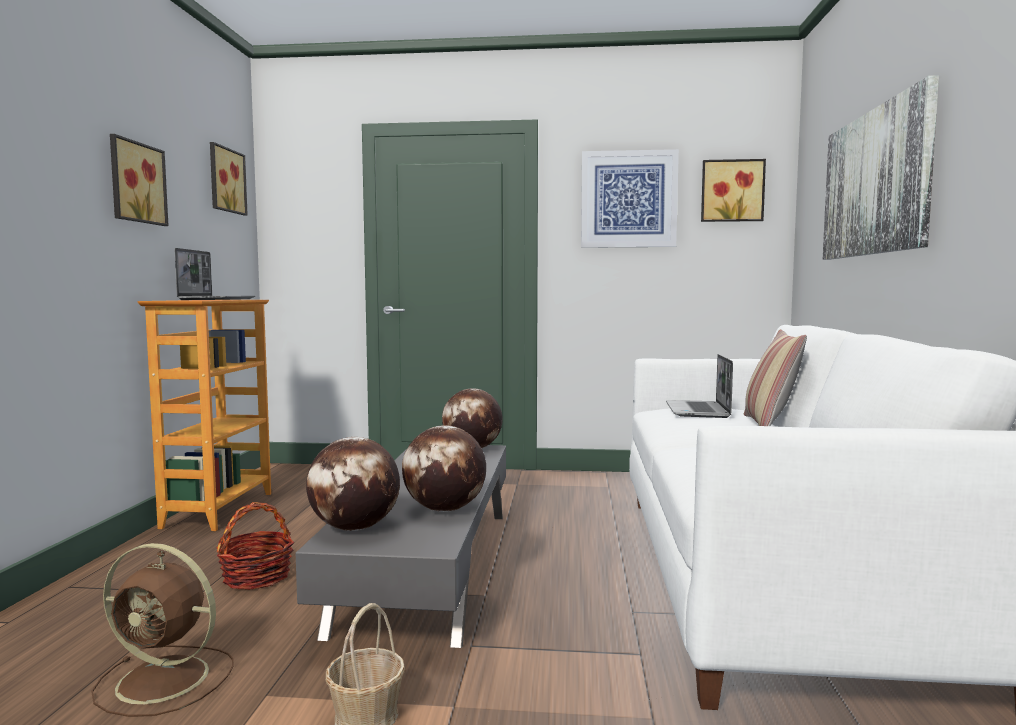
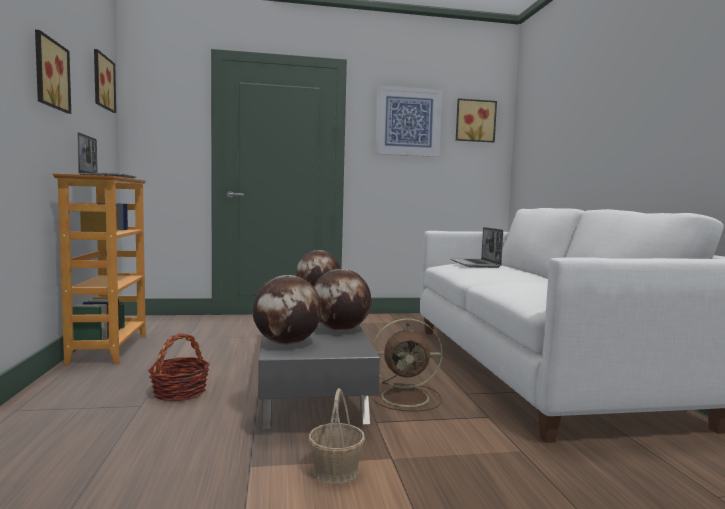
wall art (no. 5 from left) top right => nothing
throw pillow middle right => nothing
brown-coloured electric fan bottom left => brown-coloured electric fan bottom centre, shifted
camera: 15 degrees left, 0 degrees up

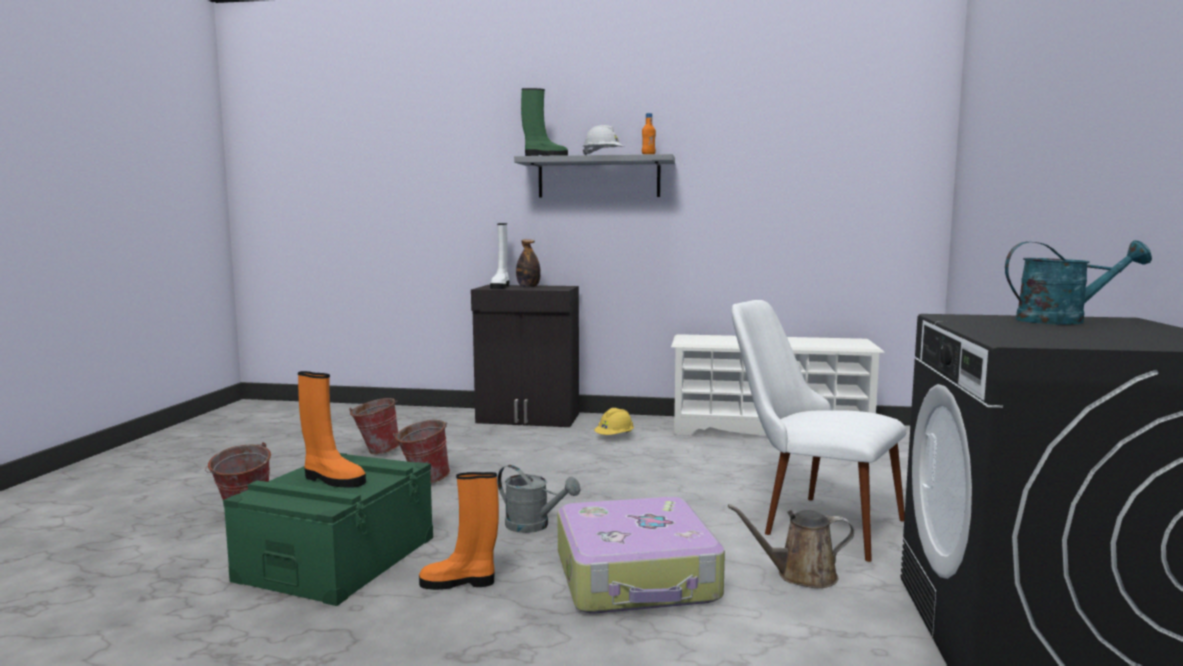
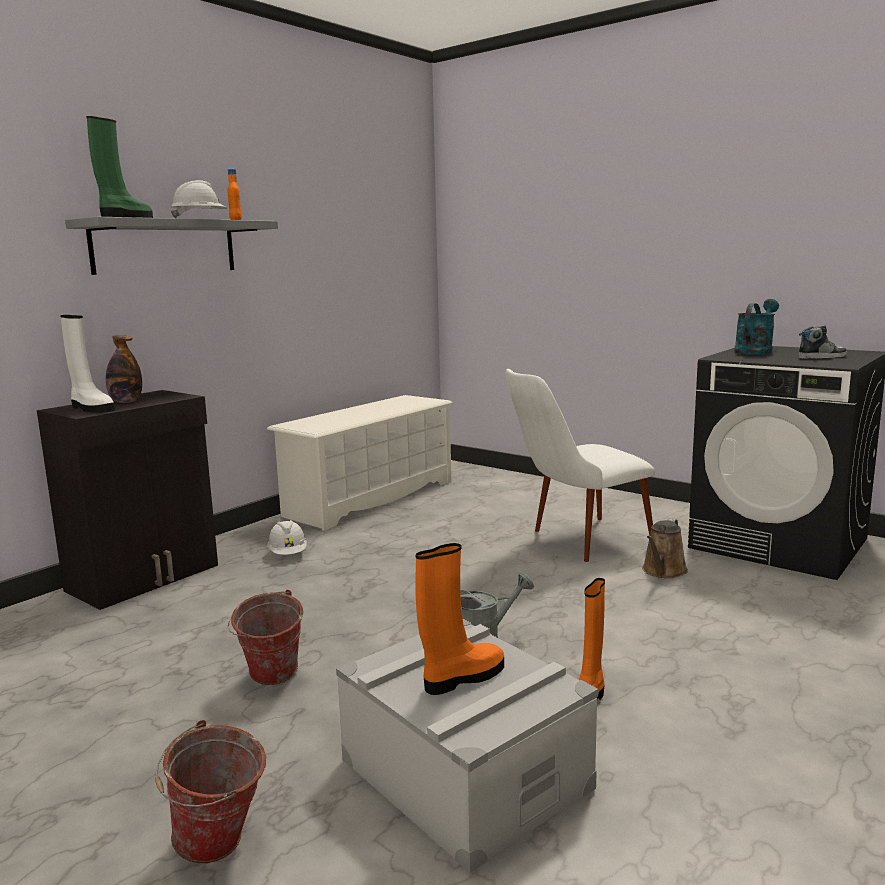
bucket (no. 2 from left) middle left => nothing
yellow safety helmet centre => white-coloured safety helmet (no. 2 from left) middle left
green-coloured storage bin bottom left => gray storage bin bottom centre
suitcase bottom centre => nothing
nothing => low shoe middle right
camera: 60 degrees left, 5 degrees up

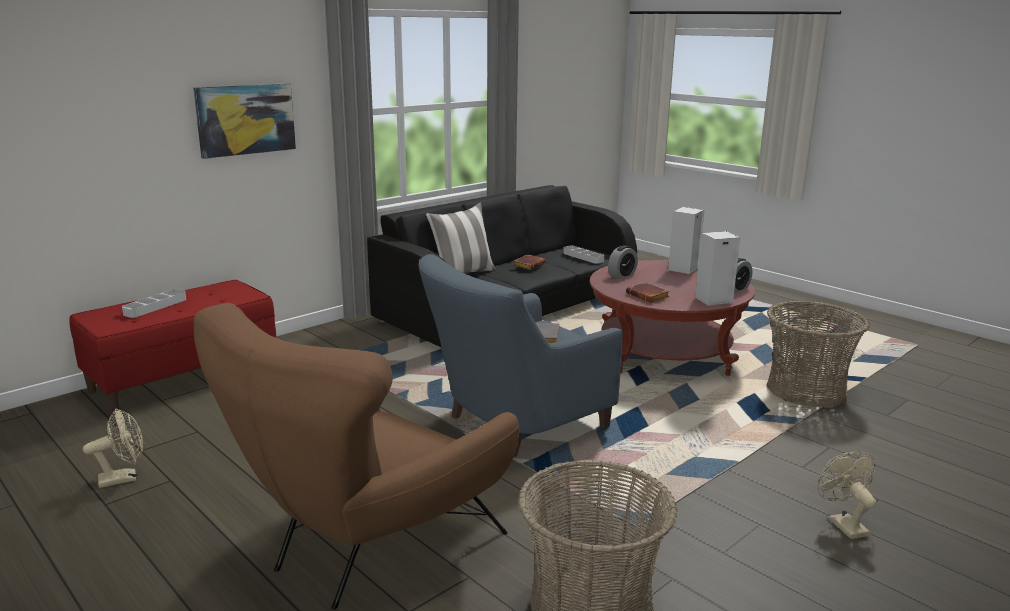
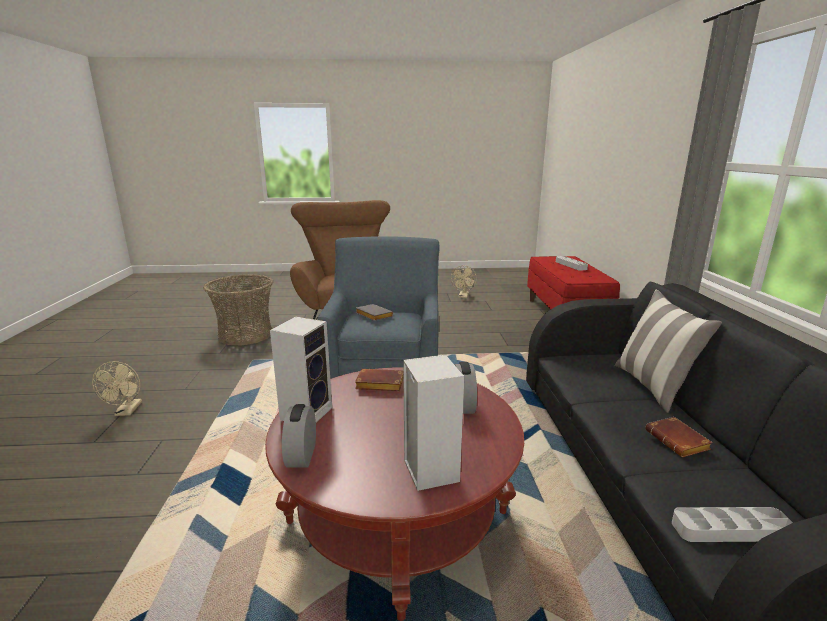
wall art top left => nothing
basket (no. 2 from left) middle right => nothing
sand-coloured electric fan (no. 2 from left in the first image) bottom right => sand-coloured electric fan (no. 1 from left) middle left, 60 degrees clockwise
camera: 130 degrees right, 0 degrees up

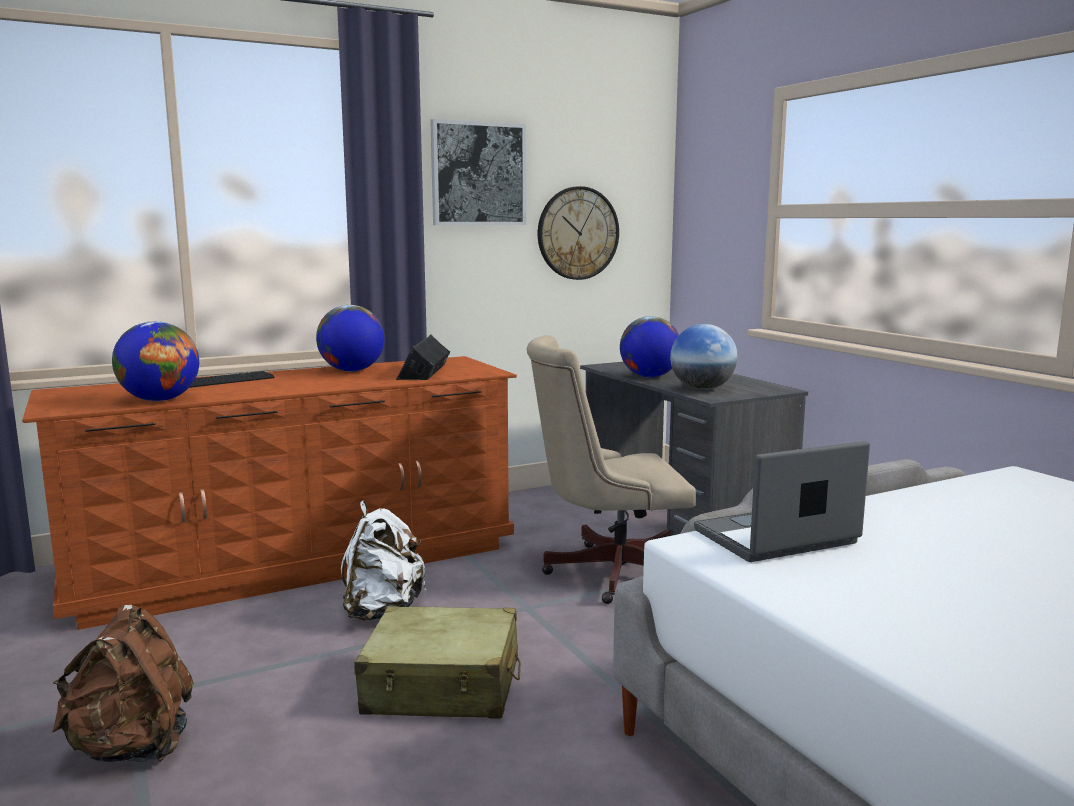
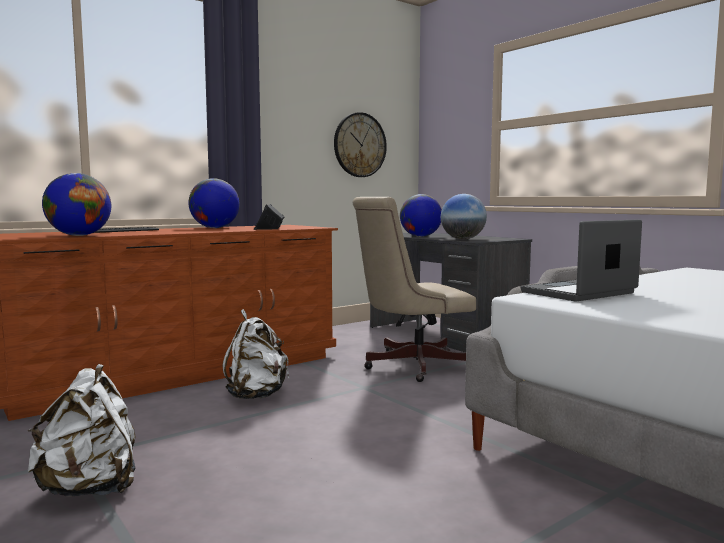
wall art top centre => nothing
brown-coloured backpack bottom left => white-coloured backpack (no. 1 from left) bottom left
sand-coloured suitcase bottom centre => nothing
camera: 10 degrees left, 5 degrees down

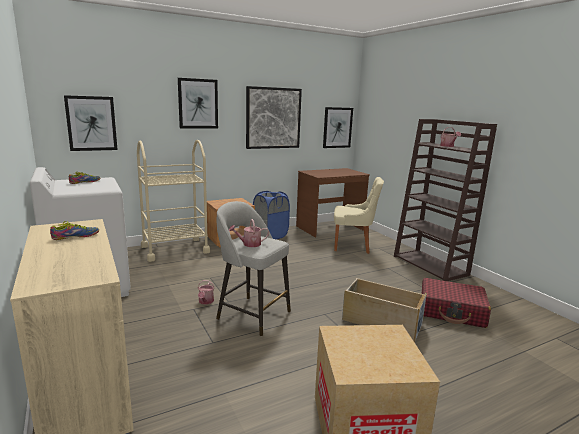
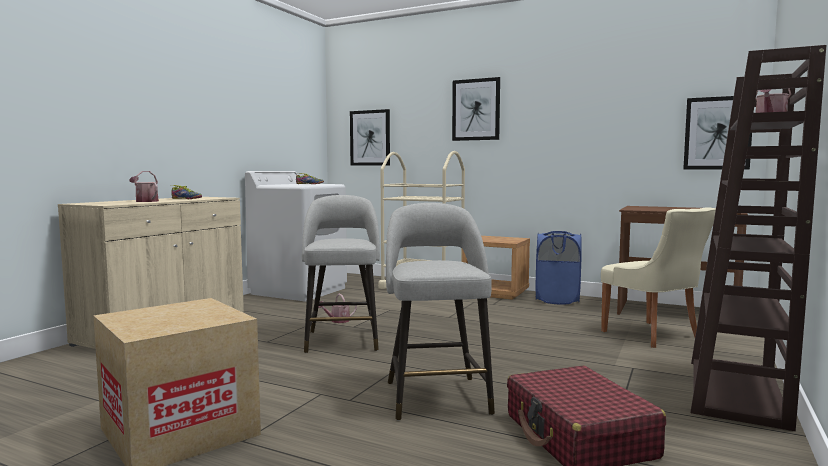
wall art (no. 3 from left) top centre => nothing
watering can (no. 2 from left in the first image) centre => watering can (no. 1 from left) middle left, shifted
sand-coloured storage bin bottom centre => gray sitting stool (no. 2 from left) bottom centre
camera: 55 degrees right, 10 degrees down

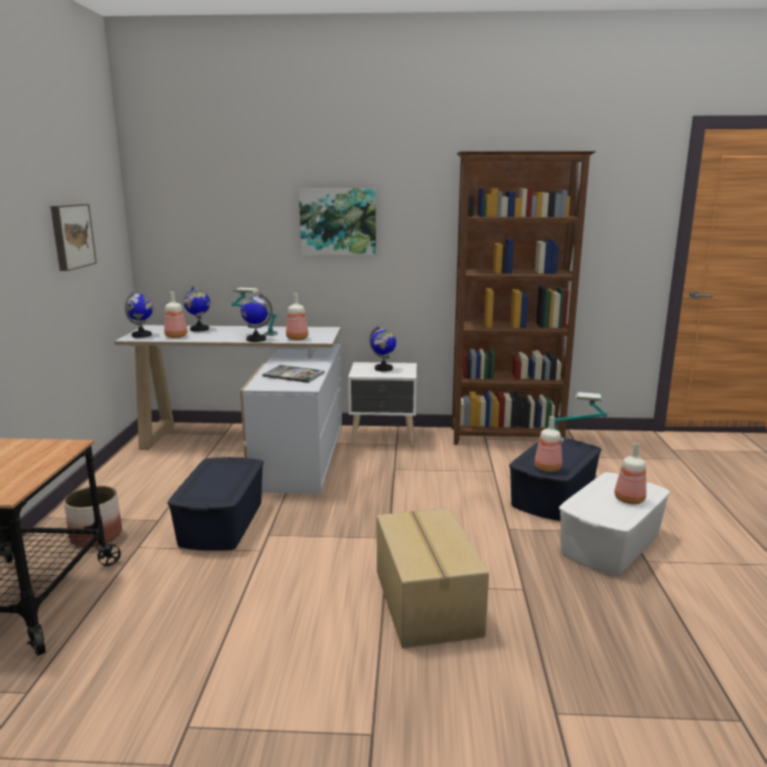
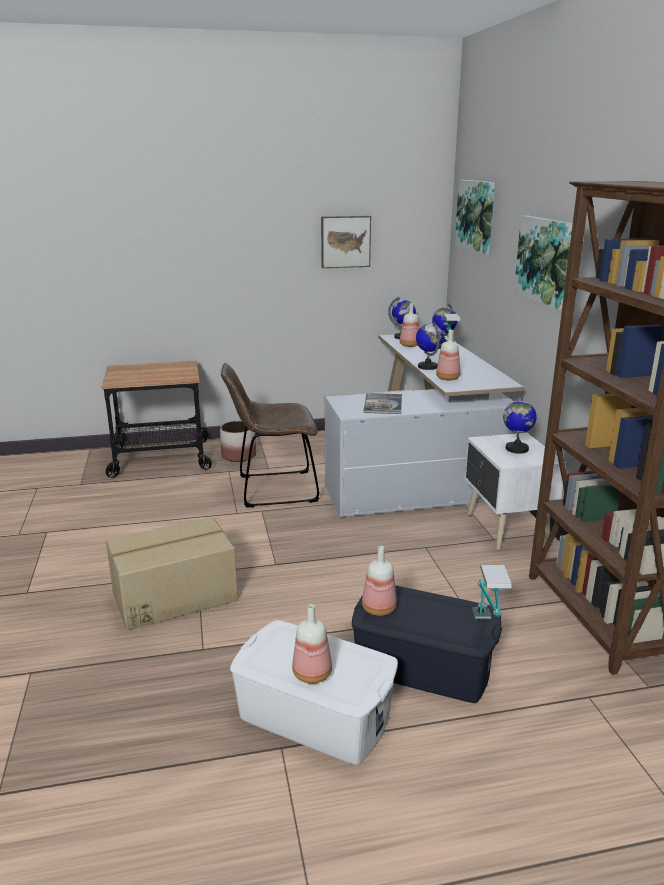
bluish storage bin (no. 1 from left) middle left => brown-coloured plain chair centre
nothing => wall art (no. 2 from left) top right
camera: 75 degrees right, 5 degrees up

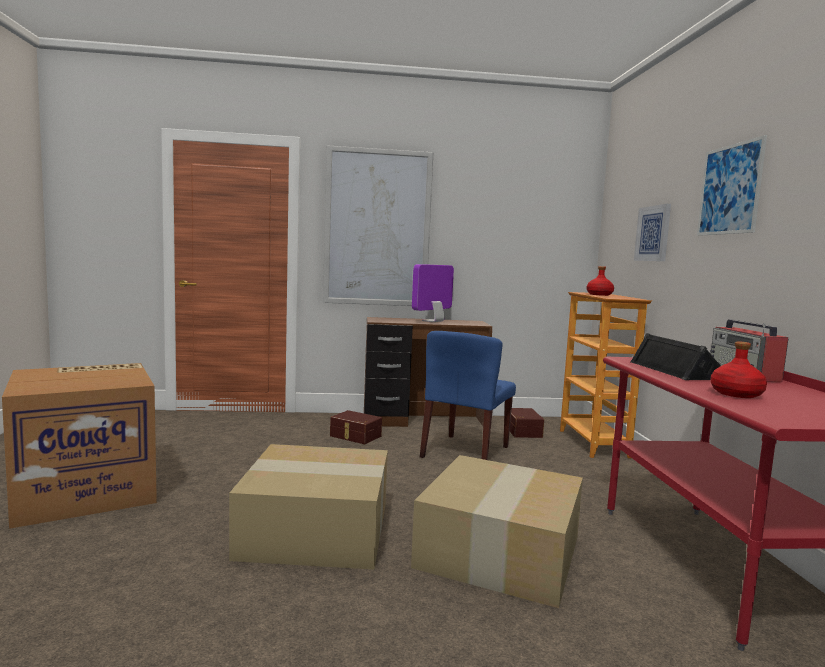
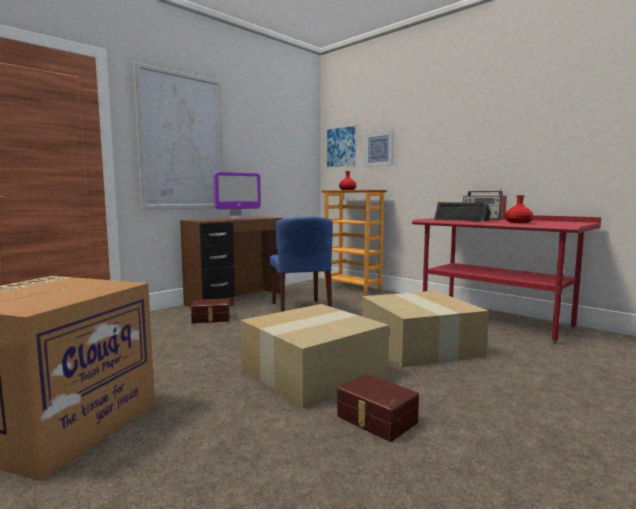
wall art (no. 3 from left in the first image) top right => wall art (no. 2 from left) top centre, shifted
computer screen centre, 120 degrees counterclockwise
brown-coloured storage bin (no. 2 from left) centre => brown-coloured storage bin (no. 2 from left) bottom centre, shifted
camera: 40 degrees left, 0 degrees up

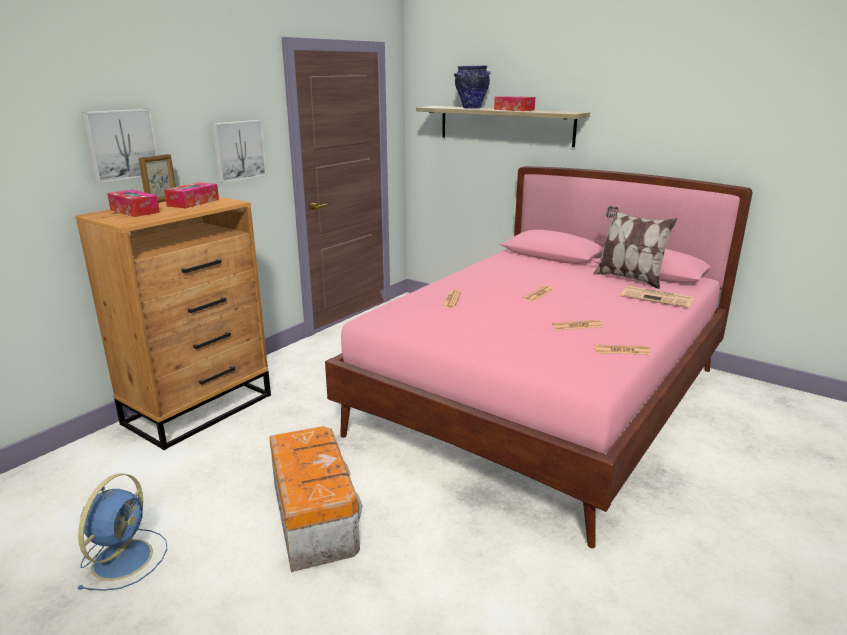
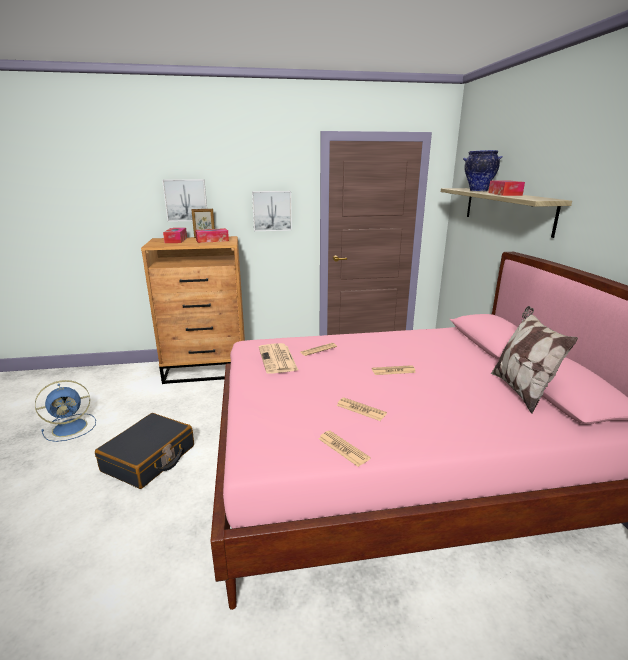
daily paper (no. 5 from left in the first image) middle right => daily paper (no. 1 from left) centre, shifted
storage bin bottom centre => blackish suitcase bottom left
camera: 45 degrees right, 0 degrees up

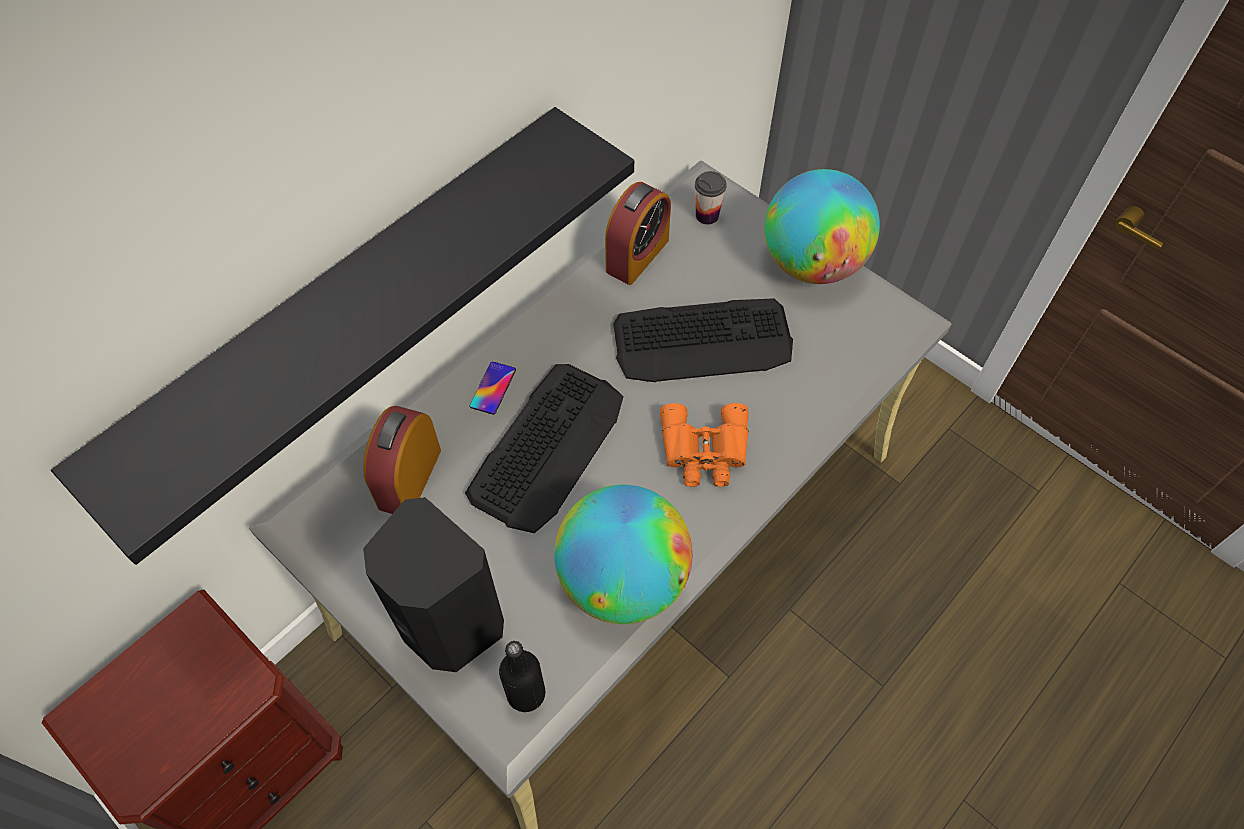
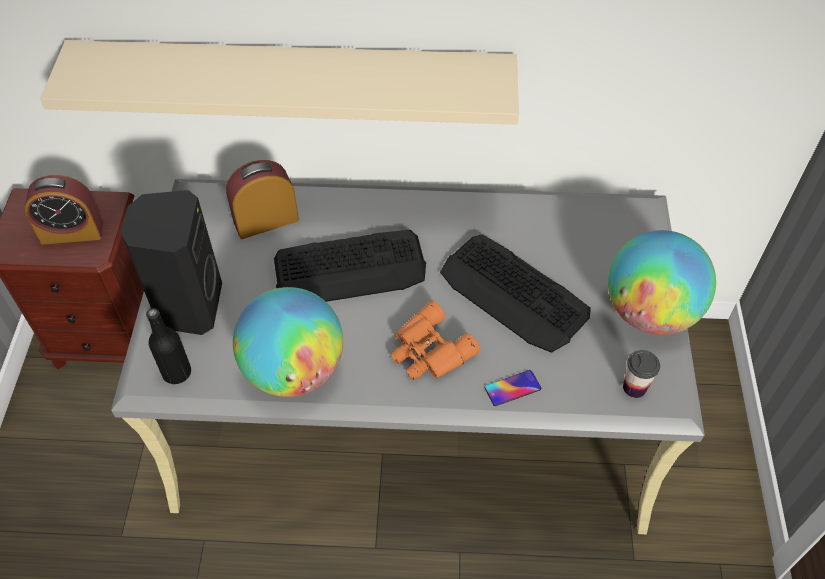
blackish shelf middle left => sand-coloured shelf top centre
drinking cup top centre => drinking cup middle right, shifted
alarm clock (no. 2 from left in the first image) top centre => alarm clock (no. 1 from left) middle left, shifted
handset centre => handset bottom centre, shifted
camera: 50 degrees right, 5 degrees down

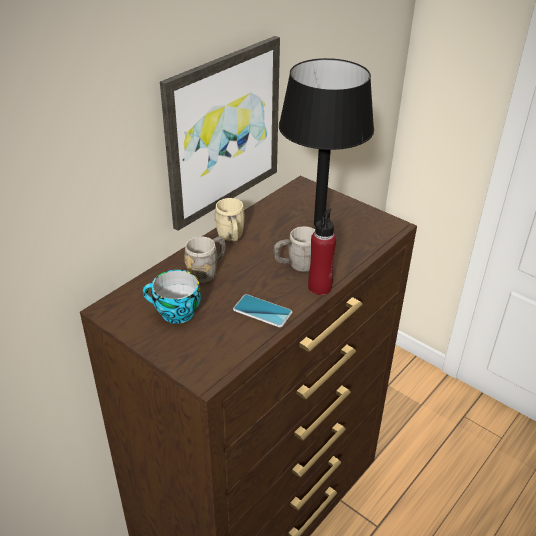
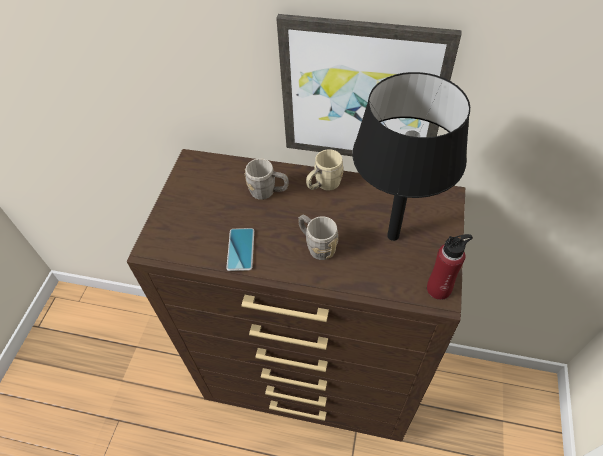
red beverage bottle centre => red beverage bottle middle right, shifted
drinking cup middle left => nothing
camera: 65 degrees right, 15 degrees up

